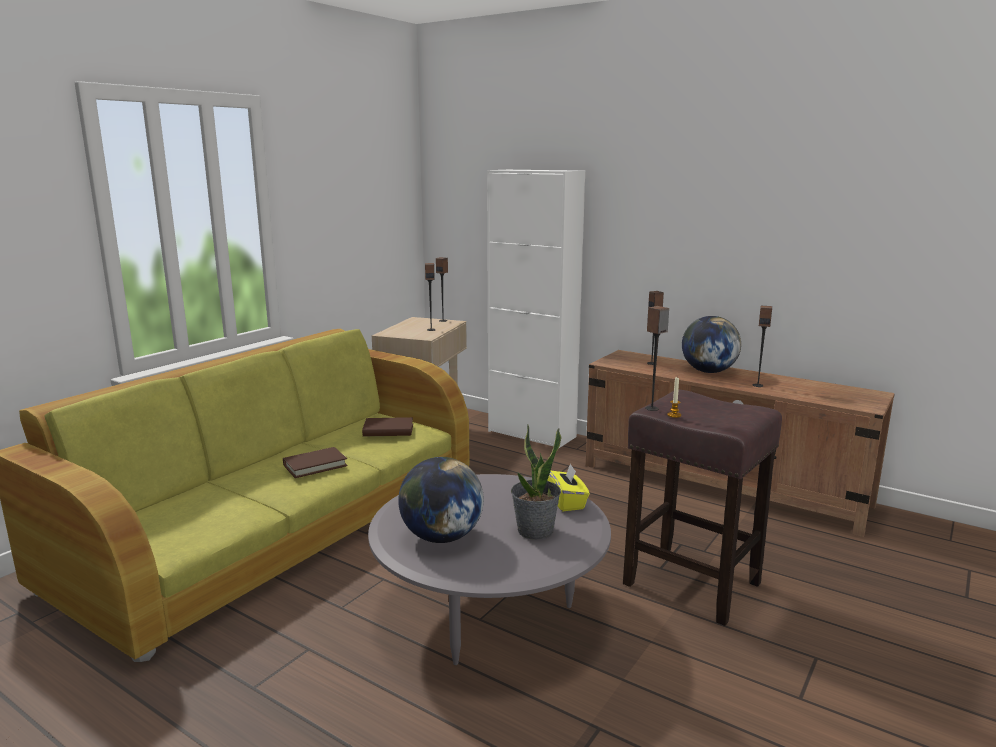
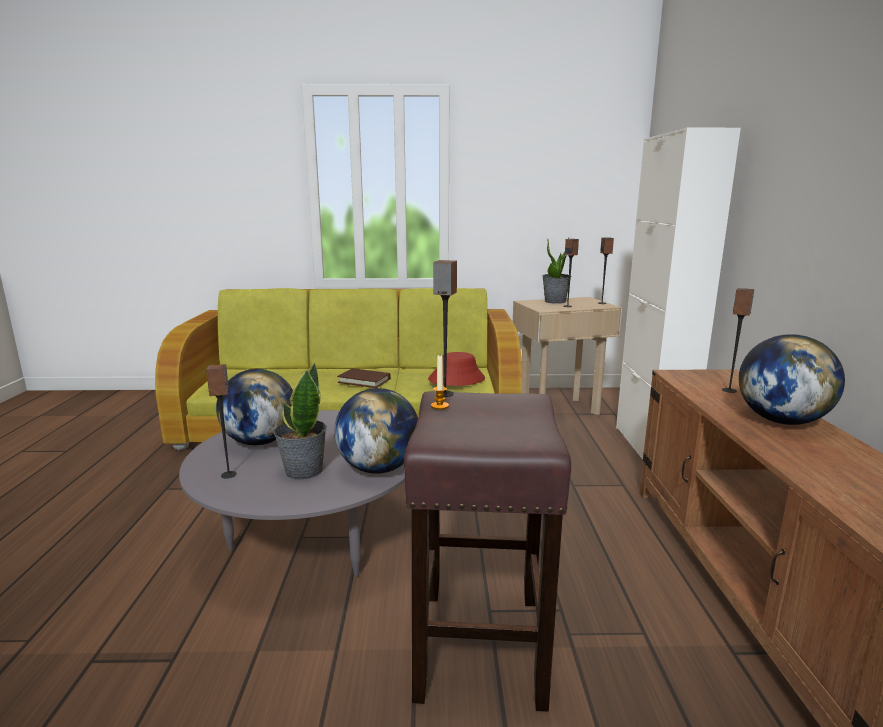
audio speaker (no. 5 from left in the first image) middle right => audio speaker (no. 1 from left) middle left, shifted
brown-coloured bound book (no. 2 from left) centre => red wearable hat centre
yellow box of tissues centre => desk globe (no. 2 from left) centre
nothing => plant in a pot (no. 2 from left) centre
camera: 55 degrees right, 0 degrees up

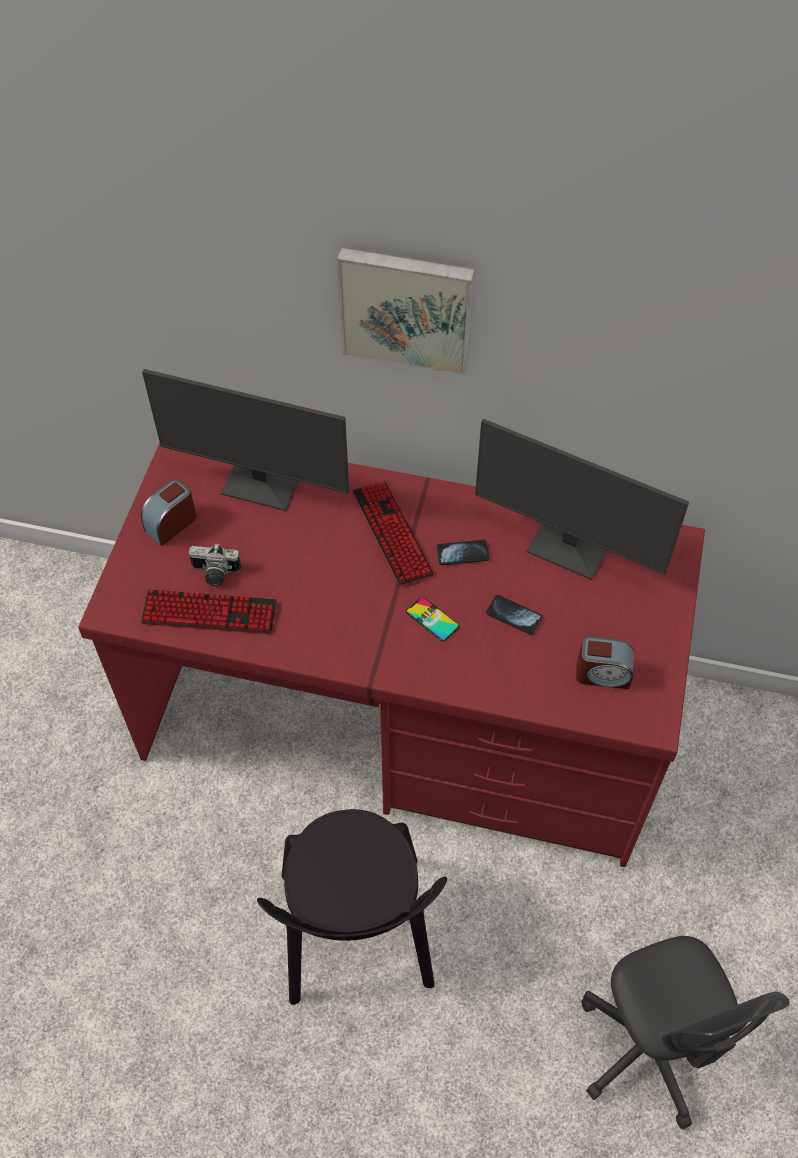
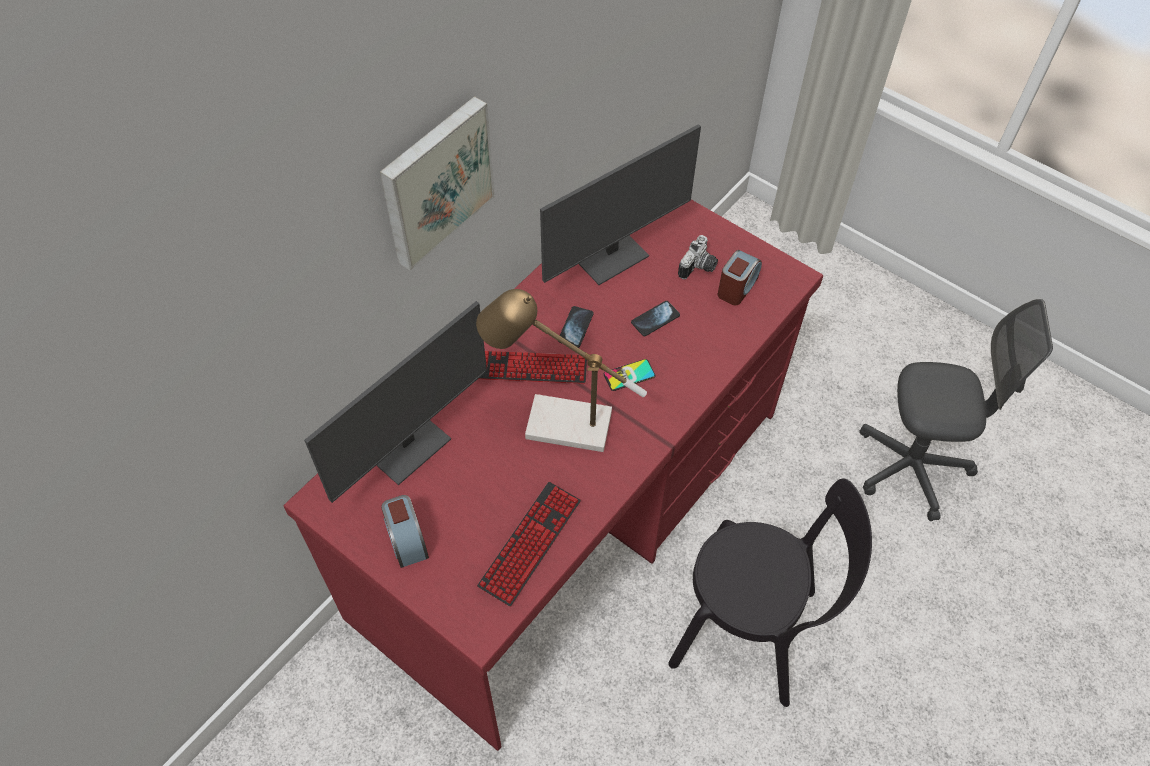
photo camera middle left => photo camera centre, shifted
nothing => lamp for a table centre
camera: 65 degrees left, 0 degrees up

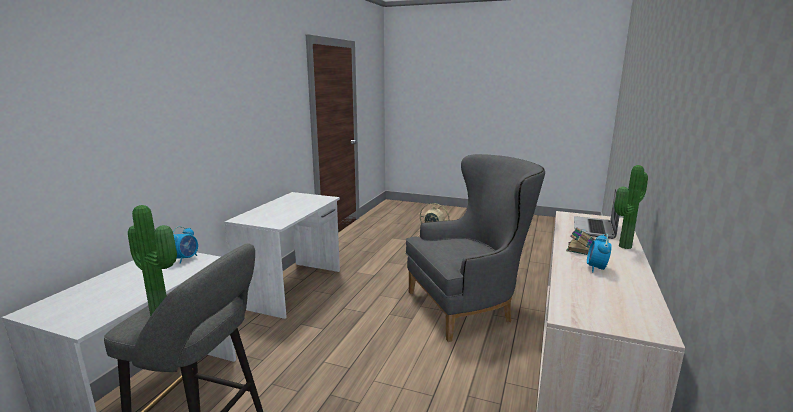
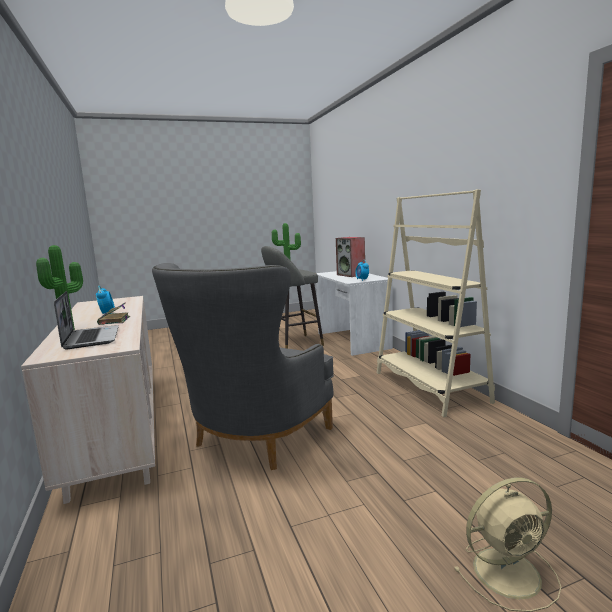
white-coloured desk table (no. 2 from left) centre => sand-coloured bookshelf middle right
nothing => audio speaker centre
camera: 140 degrees right, 5 degrees down

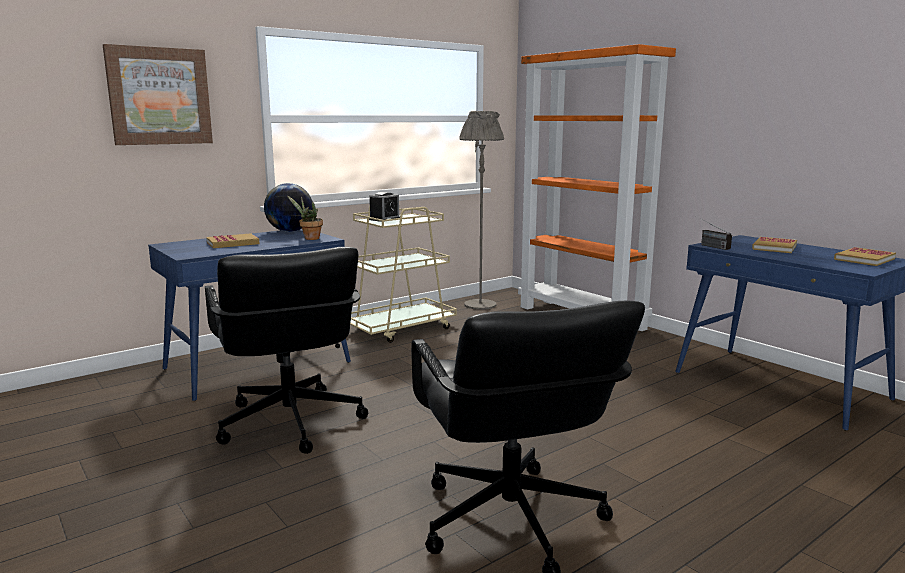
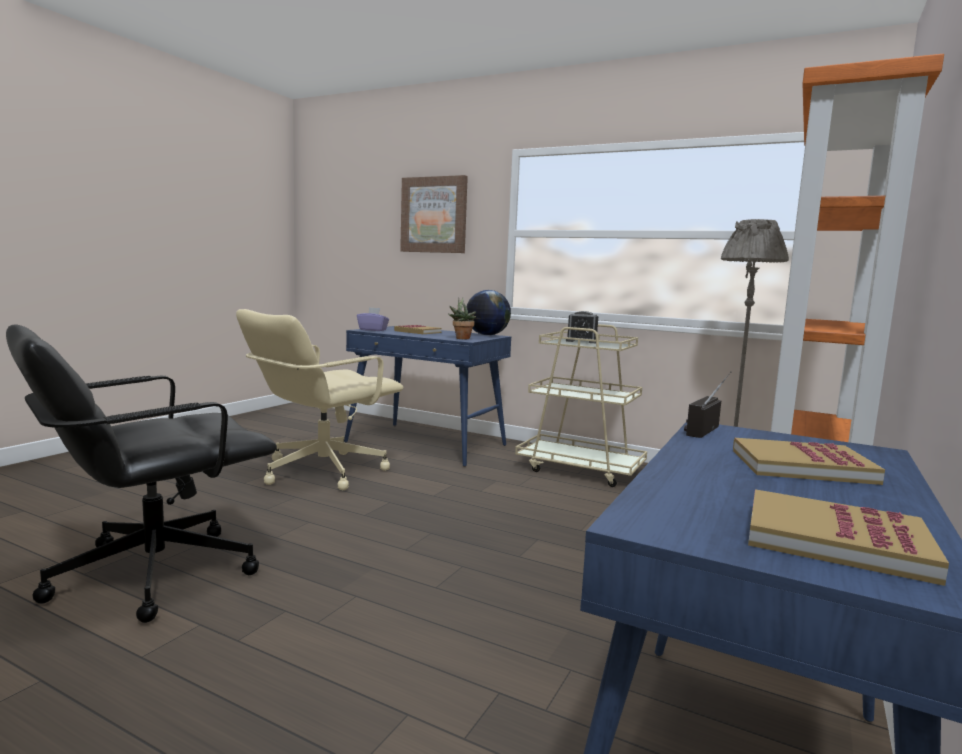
blackish computer chair (no. 1 from left) middle left => sand-coloured computer chair middle left
nothing => purple-coloured box of tissues centre
camera: 65 degrees right, 5 degrees down

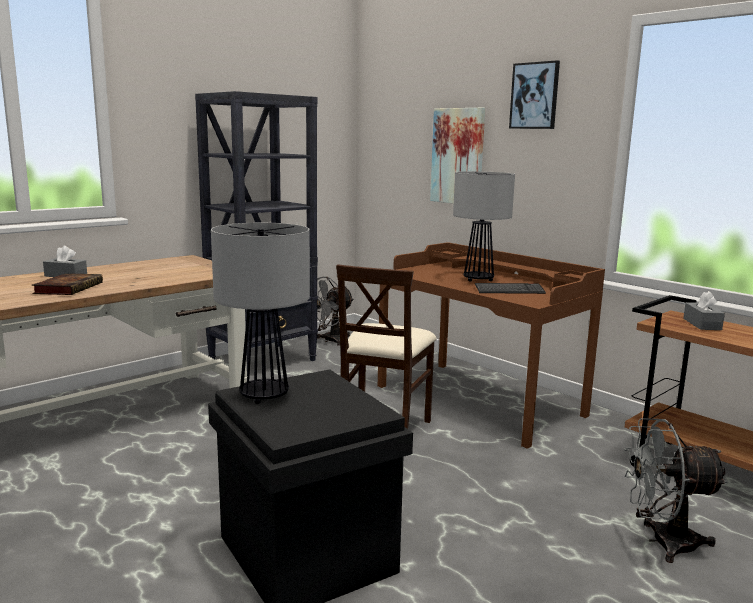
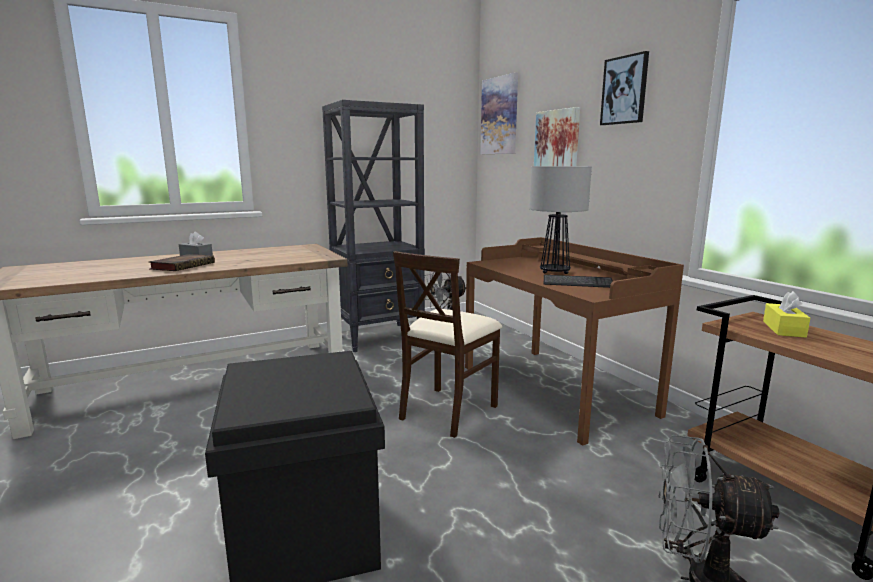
lamp for a table (no. 1 from left) centre => nothing
gray box of tissues (no. 2 from left) middle right => yellow box of tissues middle right
nothing => wall art (no. 1 from left) top centre
camera: 15 degrees right, 0 degrees up

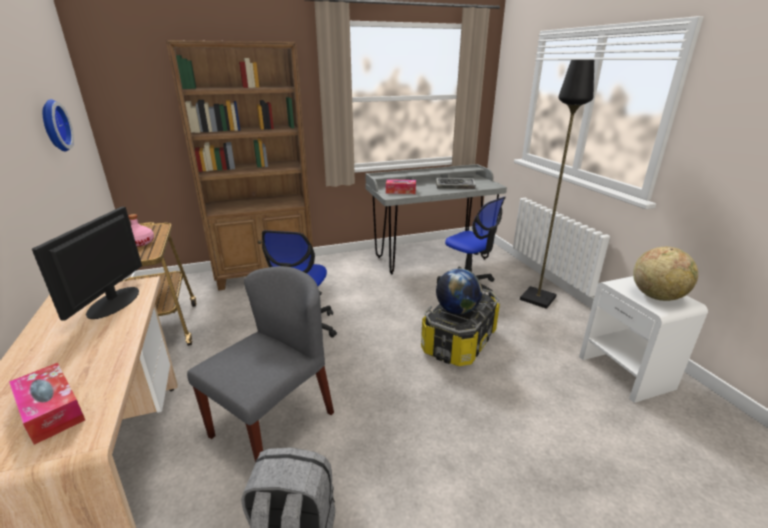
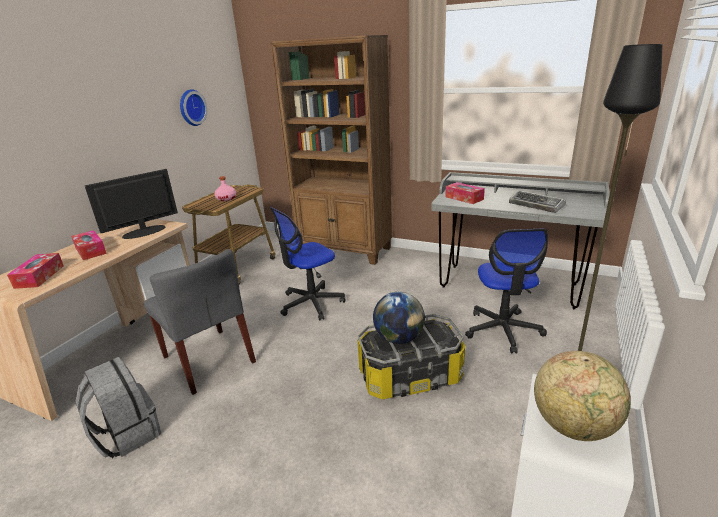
gray plain chair bottom centre => gray plain chair middle left, 60 degrees clockwise
nothing => box of tissues (no. 2 from left) middle left
camera: 45 degrees right, 0 degrees up

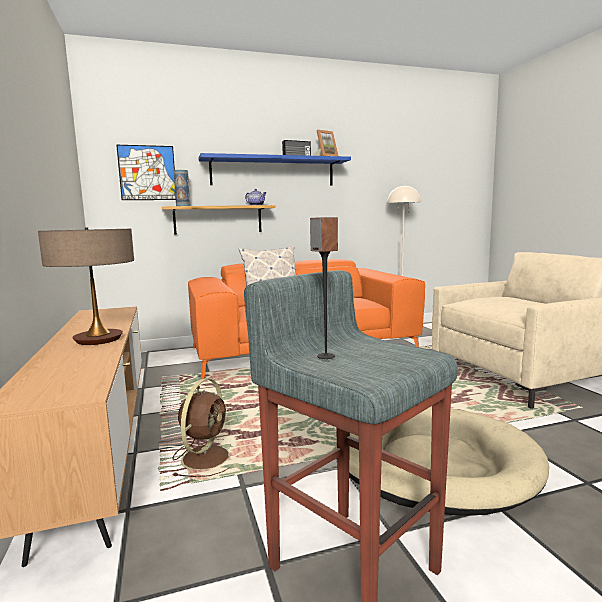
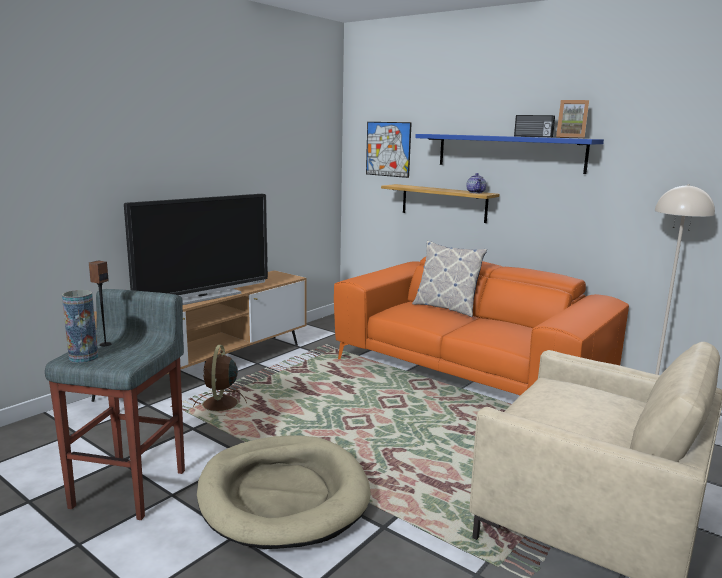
decorative vase top left => decorative vase middle left, shifted
lamp for a table middle left => TV middle left
brown-coloured electric fan bottom centre => brown-coloured electric fan middle left, 105 degrees clockwise
camera: 55 degrees right, 5 degrees up

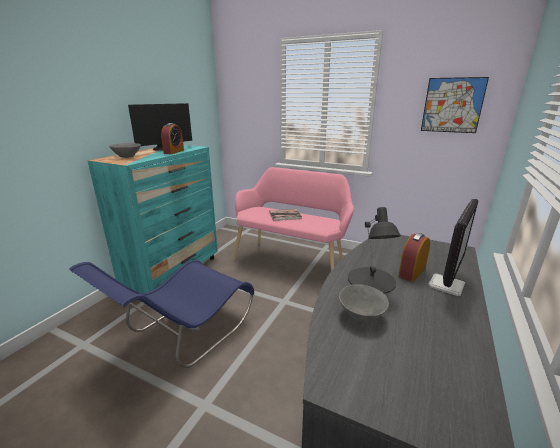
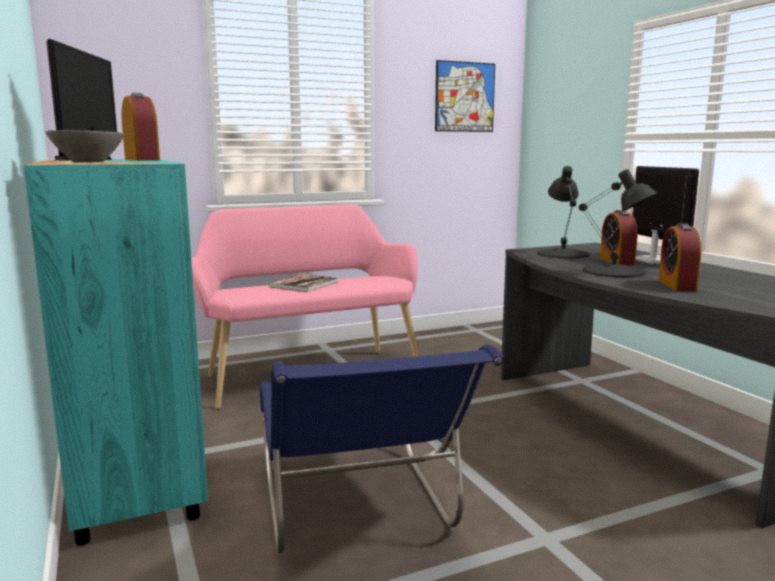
gray serving bowl (no. 2 from left) bottom centre => alarm clock (no. 3 from left) middle right
nothing => blackish lamp for a table (no. 1 from left) middle right
camera: 50 degrees left, 10 degrees down

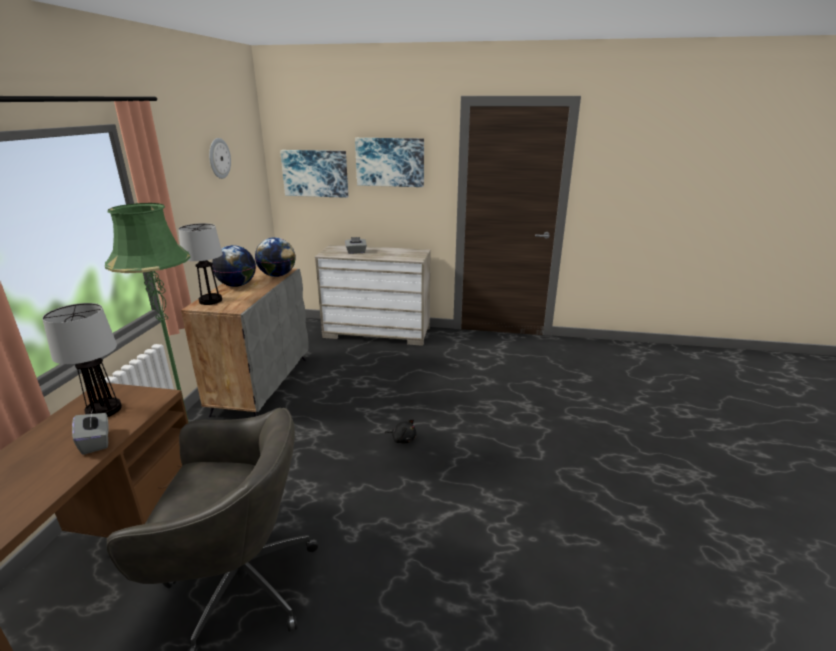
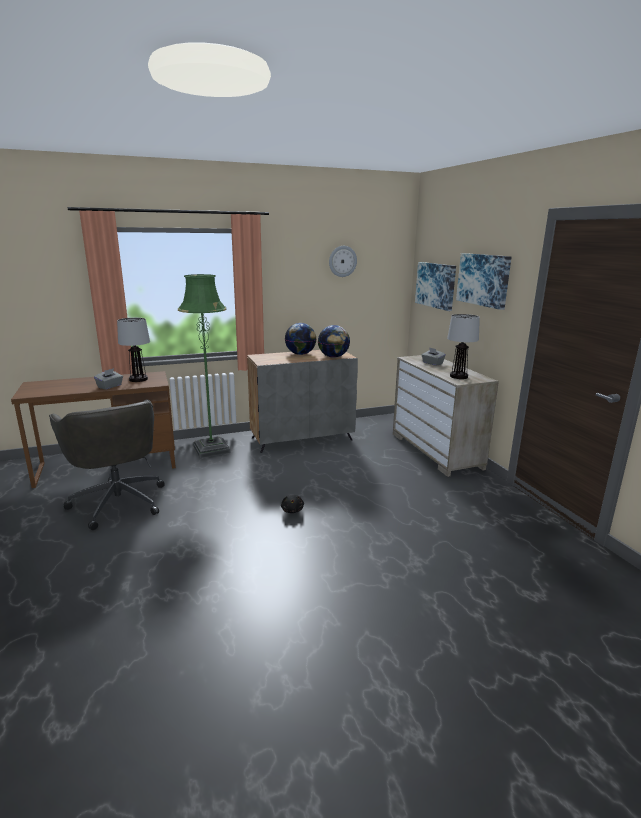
lamp for a table (no. 2 from left) middle left => lamp for a table (no. 2 from left) middle right, shifted
camera: 60 degrees right, 5 degrees down

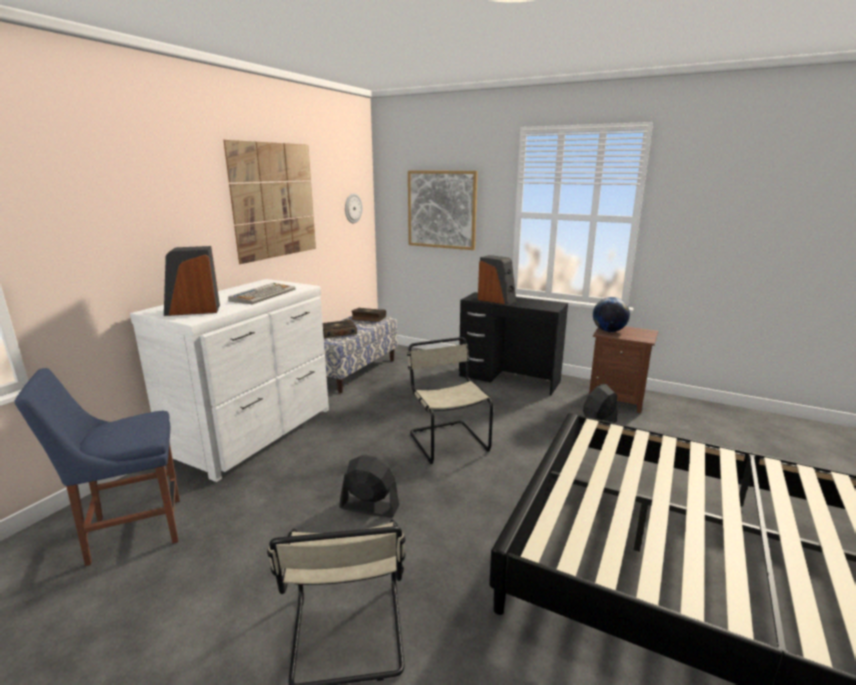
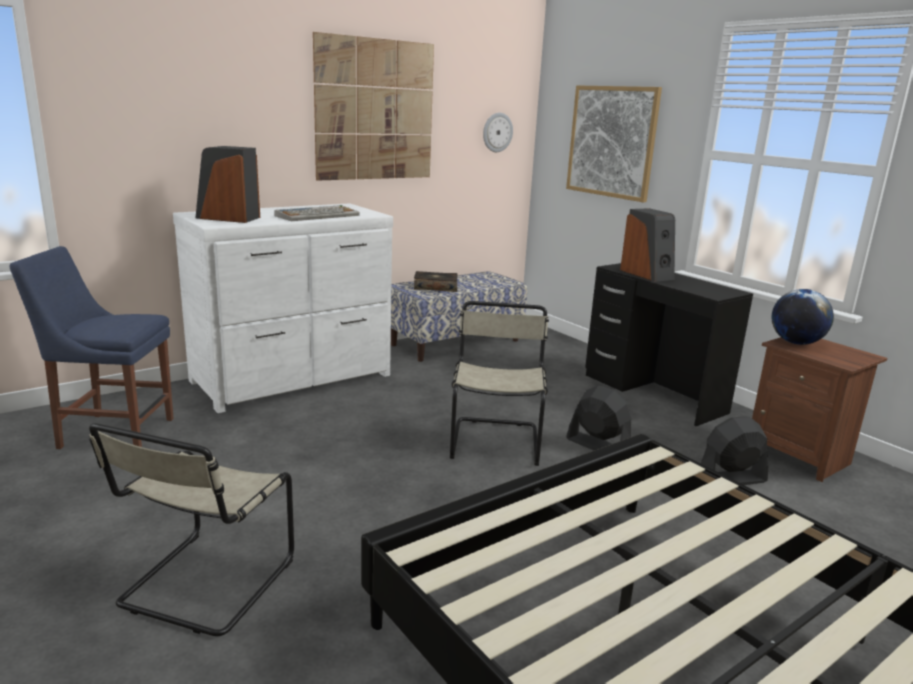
bound book (no. 2 from left) centre => nothing
blackish electric fan (no. 1 from left) bottom centre => blackish electric fan (no. 1 from left) centre, shifted
camera: 25 degrees right, 0 degrees up

